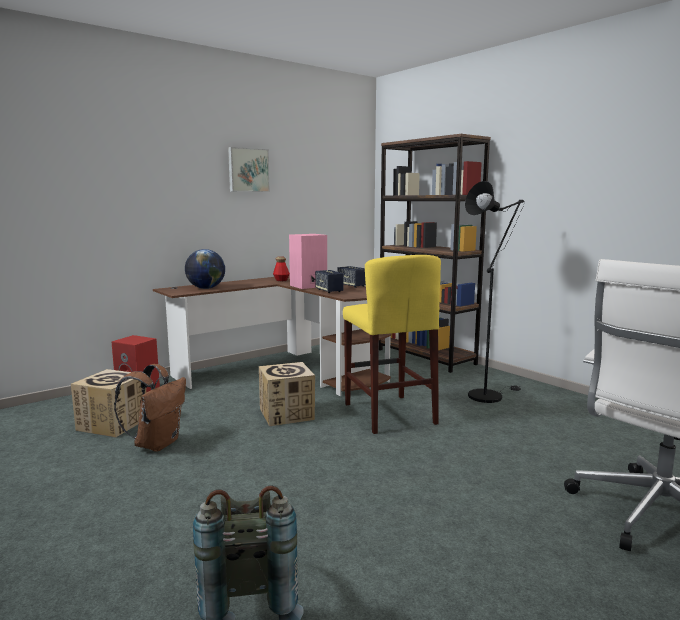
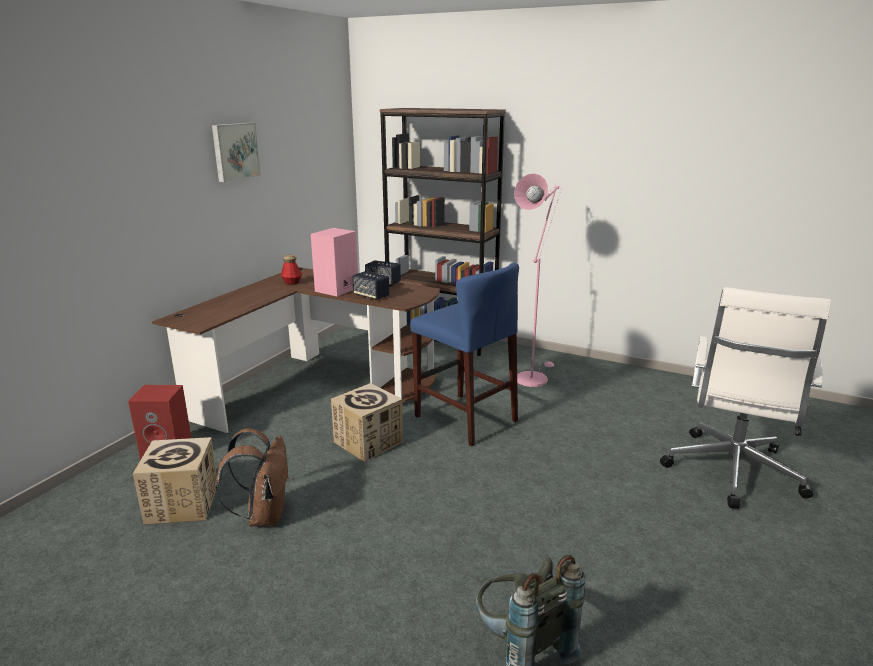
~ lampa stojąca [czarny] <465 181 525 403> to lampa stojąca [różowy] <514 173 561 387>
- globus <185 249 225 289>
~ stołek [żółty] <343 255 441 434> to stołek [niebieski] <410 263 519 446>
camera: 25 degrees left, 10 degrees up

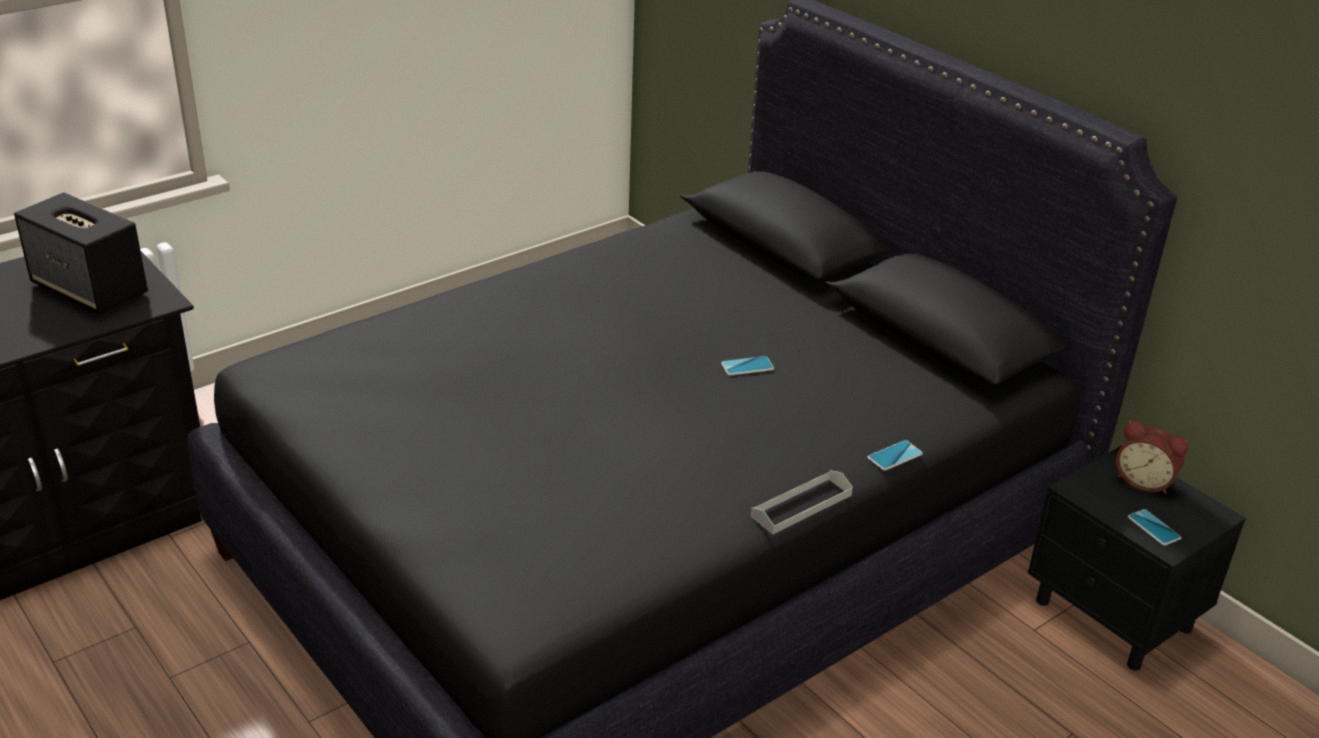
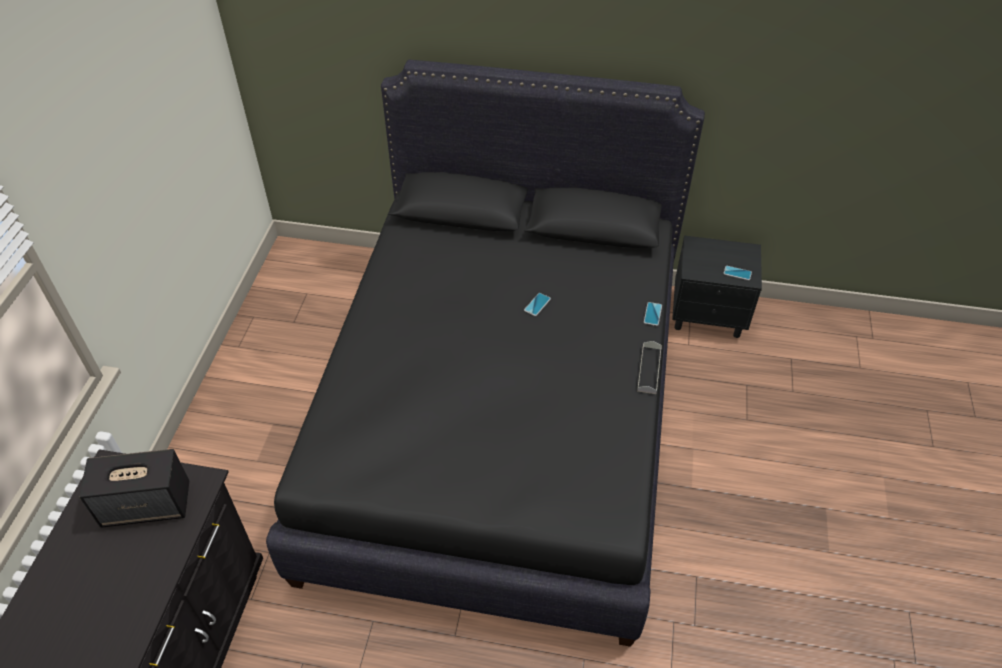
- budzik <1116 420 1189 494>
camera: 40 degrees left, 15 degrees up

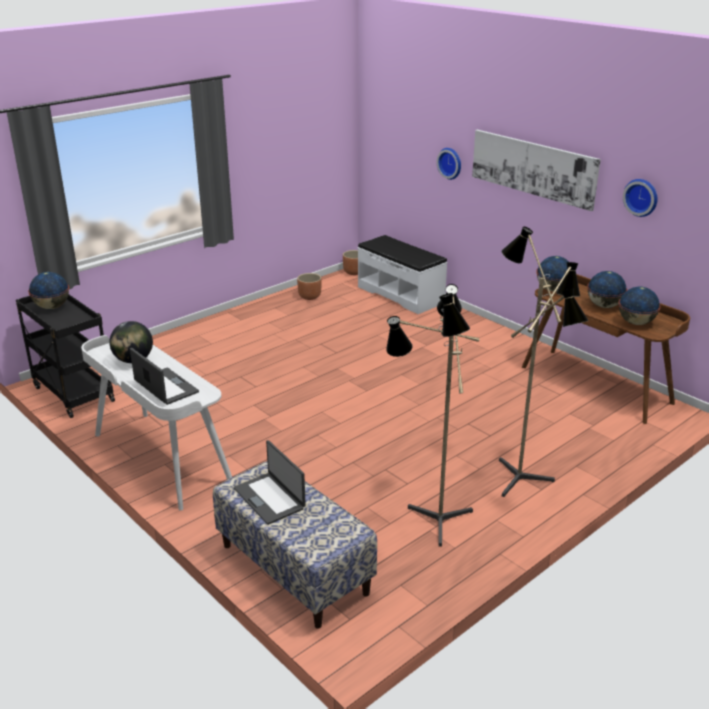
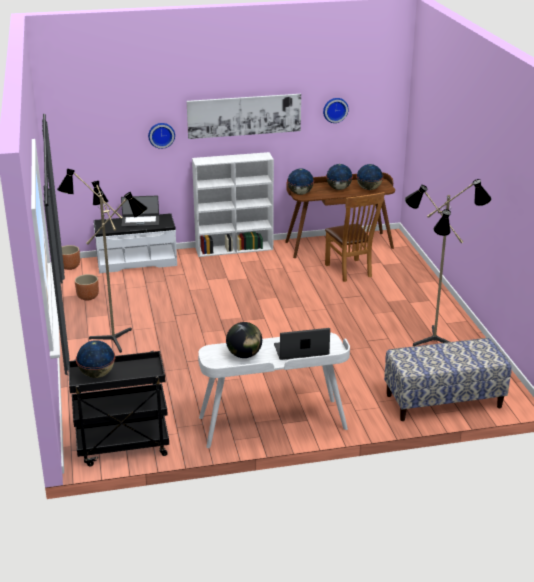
~ lampa stojąca <499 227 589 497> to <57 169 147 353>
~ laptop <234 440 306 525> to <121 196 159 227>
+ regał [biały] <192 152 274 257>
+ krzesło [brązowy] <325 192 385 282>
camera: 60 degrees left, 0 degrees up

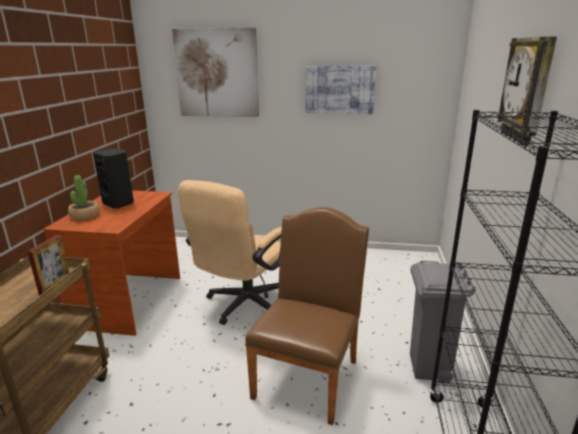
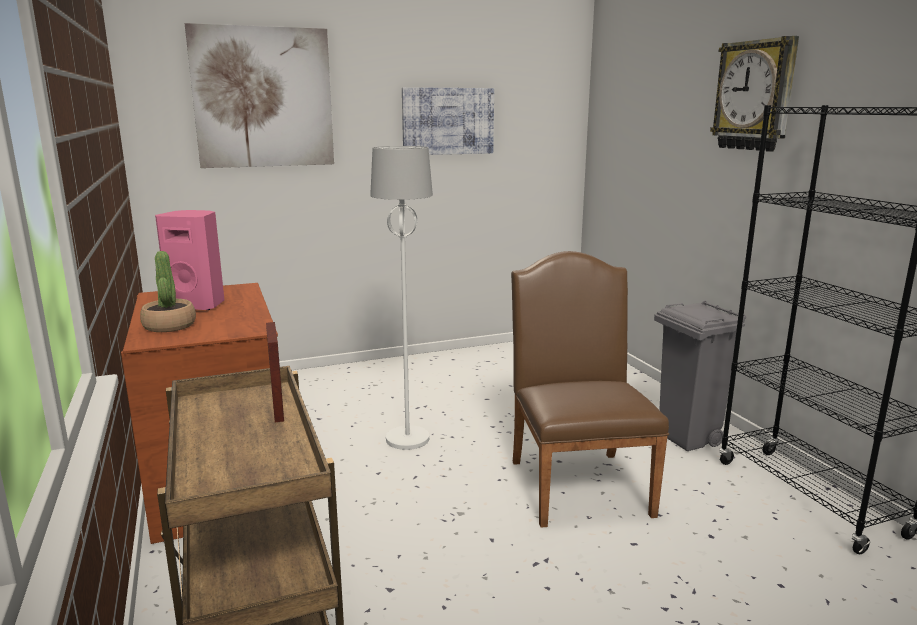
~ głośnik [czarny] <93 149 134 209> to głośnik [różowy] <155 210 224 310>
~ krzesło biurowe [beżowy] <178 180 282 325> to lampa stojąca [biały] <370 146 433 450>
camera: 30 degrees left, 5 degrees down

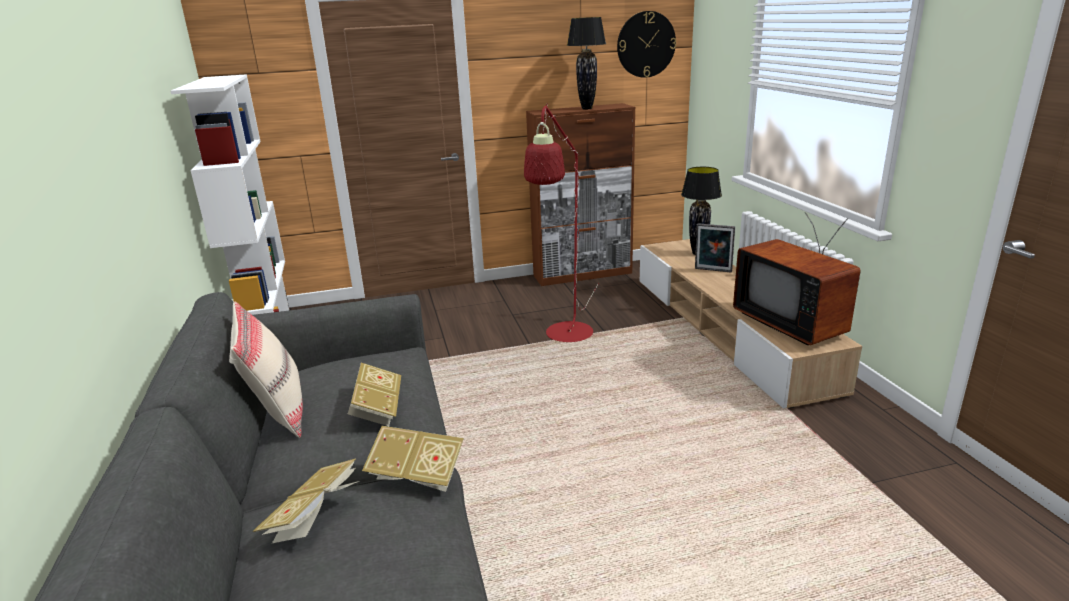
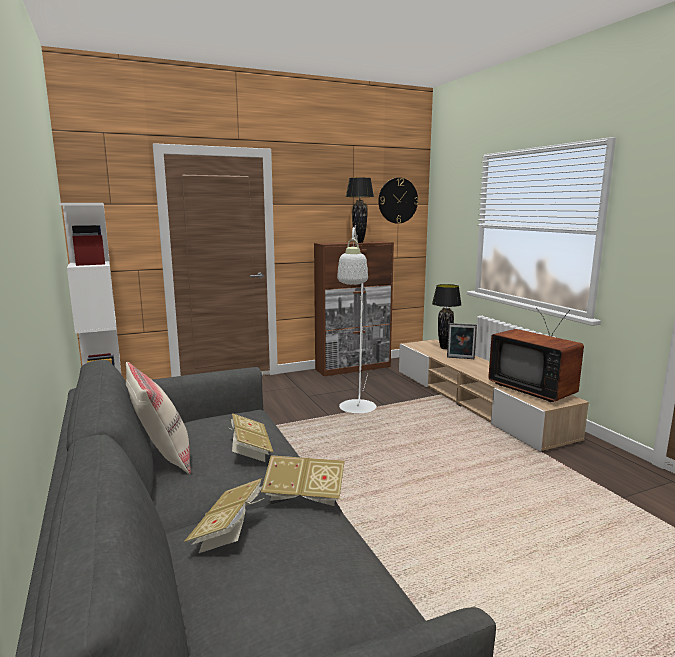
~ lampa stojąca [czerwony] <524 103 599 342> to lampa stojąca [biały] <337 225 376 413>
camera: 10 degrees left, 10 degrees down

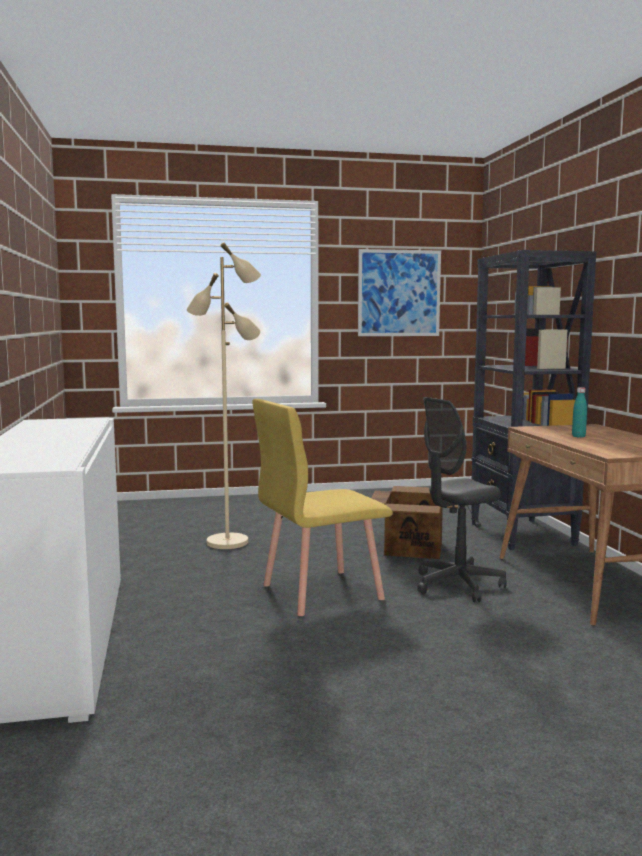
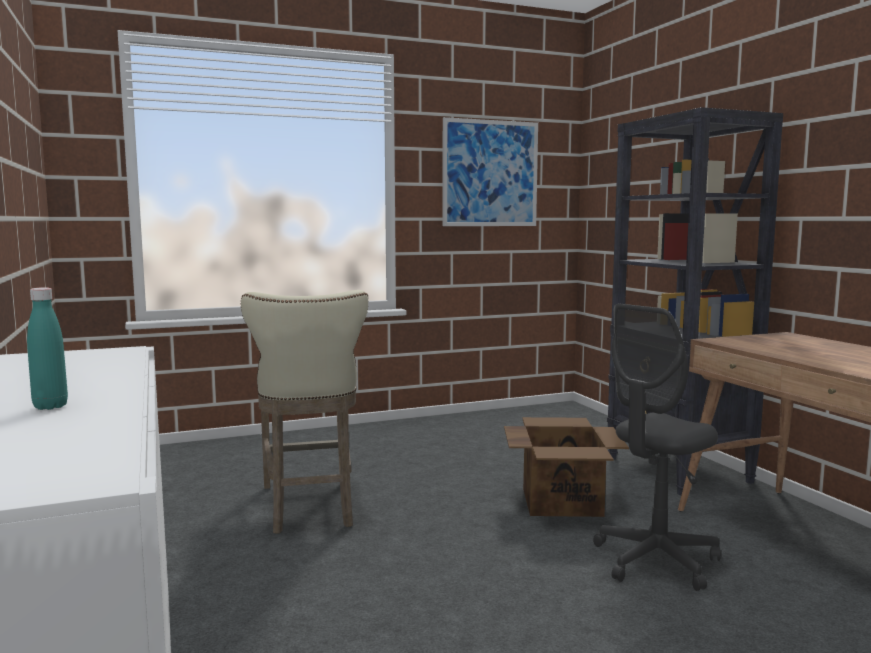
~ lampa stojąca [beżowy] <187 242 261 549> to stołek [beżowy] <241 290 368 534>
~ butelka [turkusowy] <572 387 587 438> to <27 287 68 410>
- krzesło [żółty] <253 399 393 616>
camera: 10 degrees left, 0 degrees up

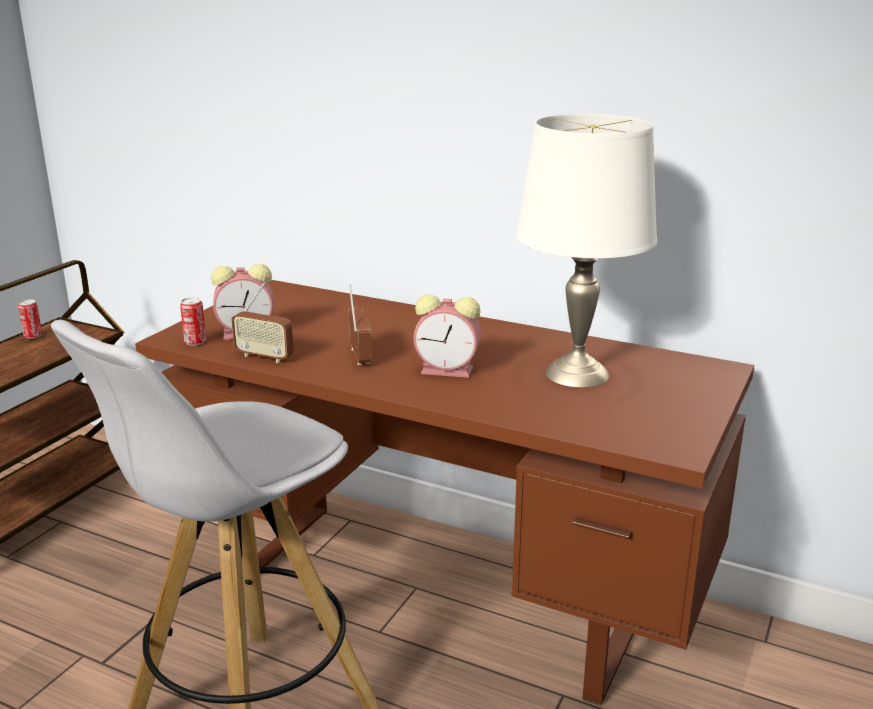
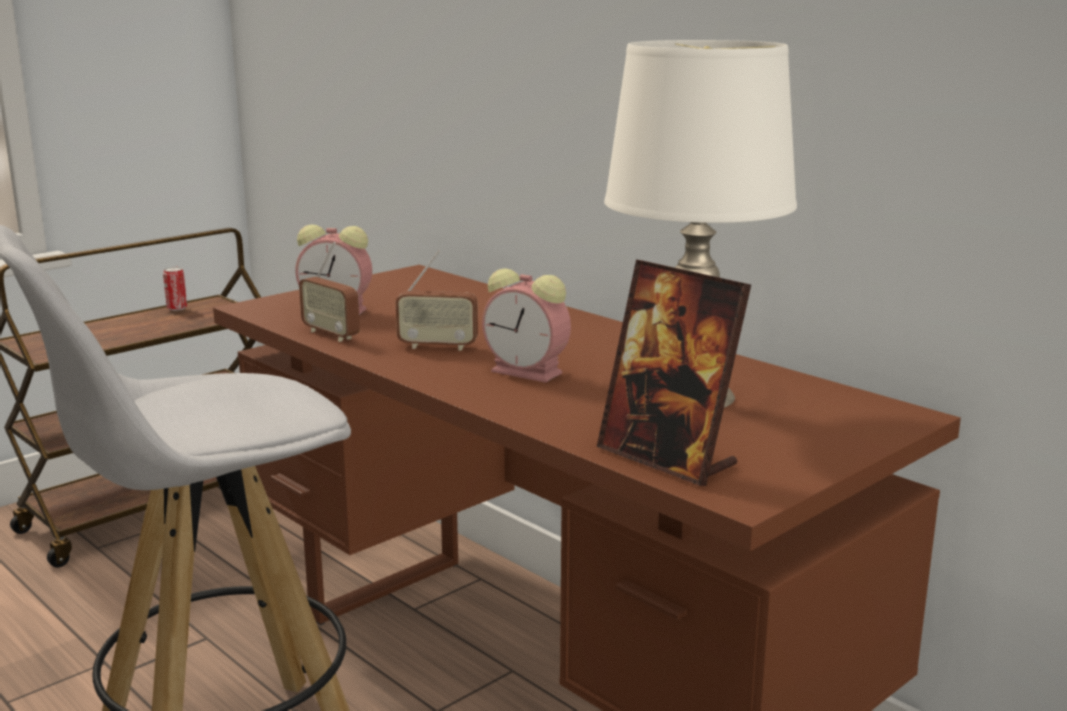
~ radio <349 285 372 365> = <396 250 478 351> 90 degrees clockwise
- puszka <180 297 206 346>
+ ramka na zdjęcie <597 260 751 486>
camera: 20 degrees right, 5 degrees down

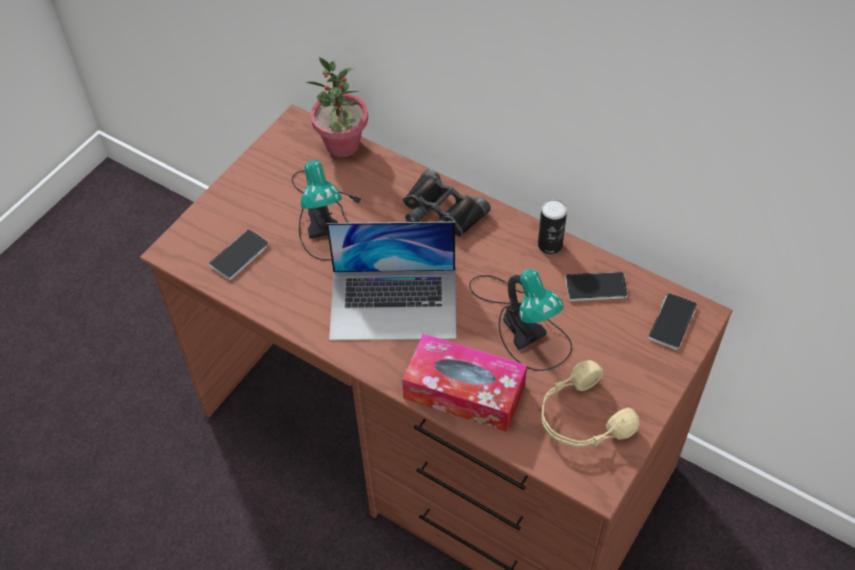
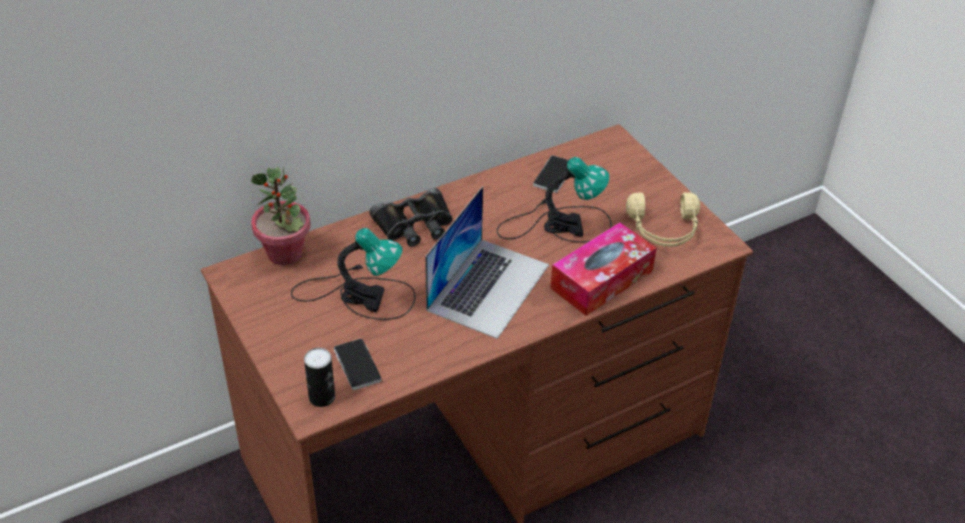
~ puszka <538 199 567 254> to <304 348 335 407>
- telefon <648 293 697 350>
camera: 65 degrees left, 10 degrees down

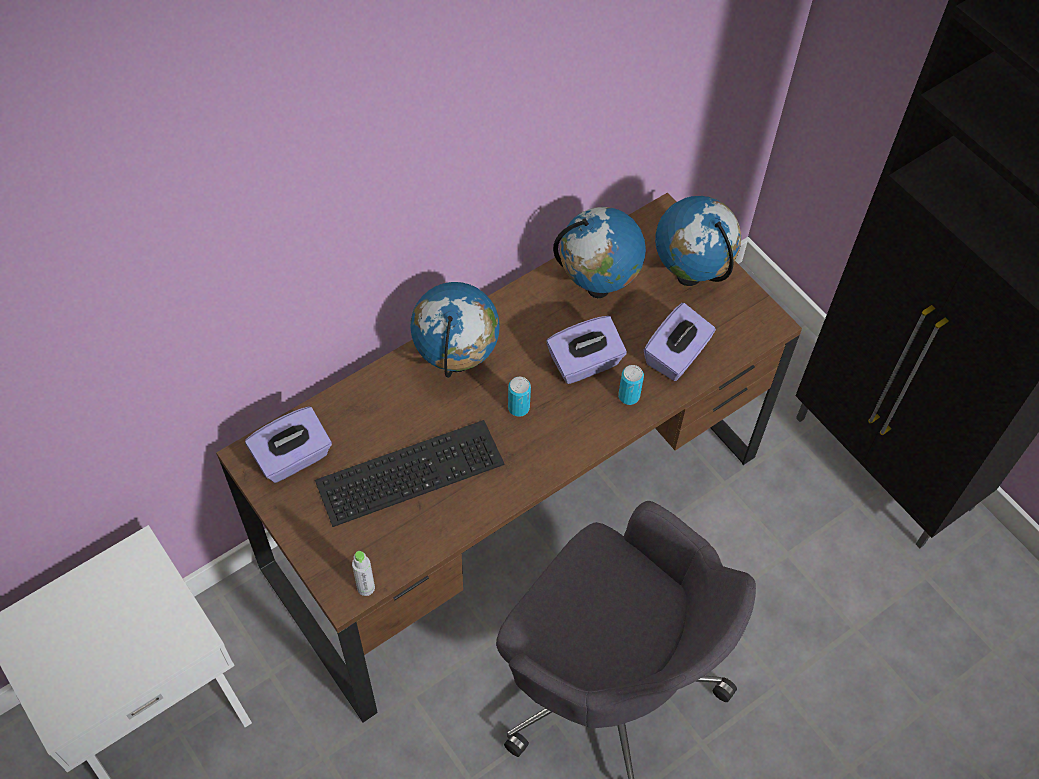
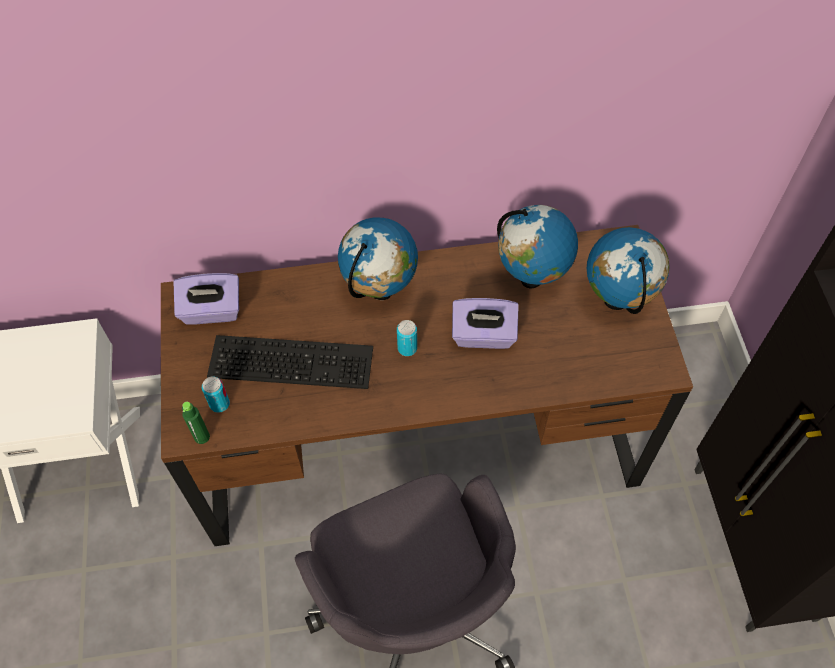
- pudełko chusteczek [fioletowy] <644 303 716 381>
~ puszka <618 365 644 405> to <202 376 230 413>
~ butelka [szary] <352 551 375 596> to butelka [zielony] <182 402 210 444>
camera: 30 degrees right, 0 degrees up

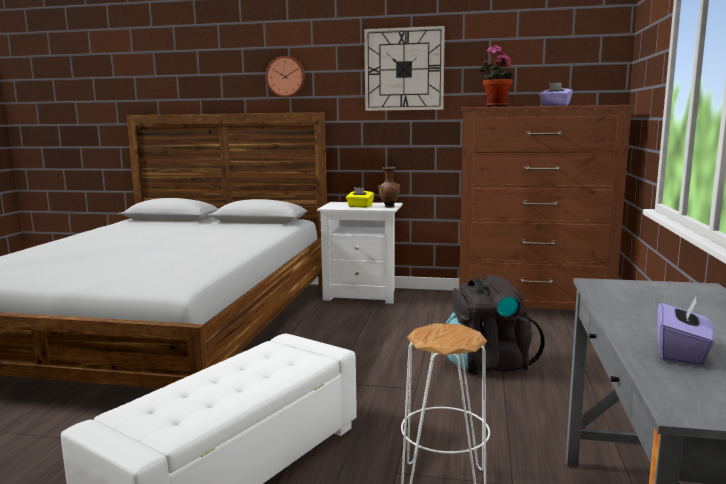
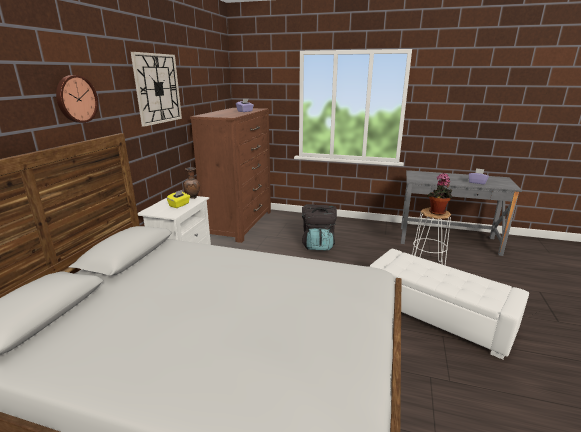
~ roślina doniczkowa <479 45 513 107> to <427 173 452 215>
camera: 85 degrees left, 10 degrees up

